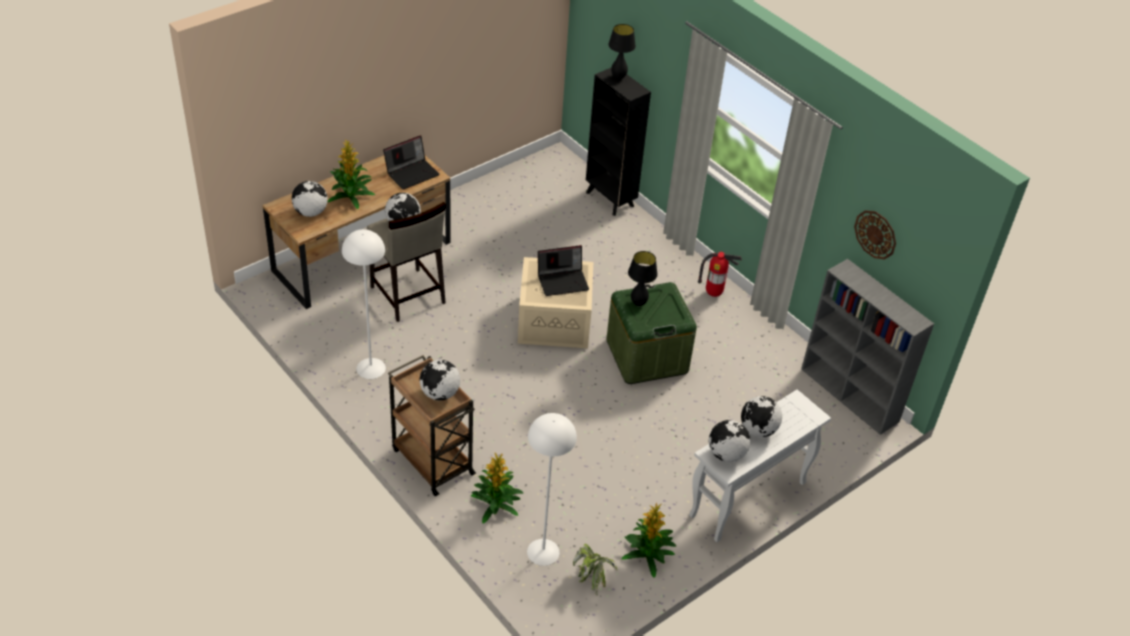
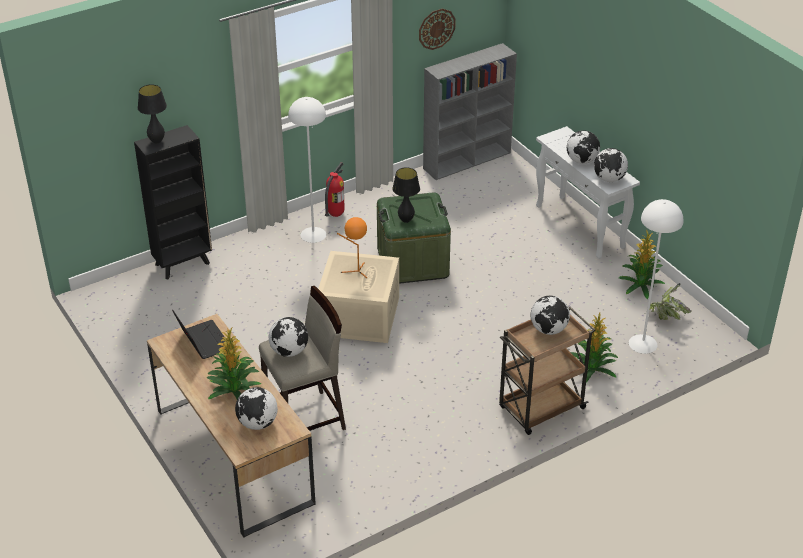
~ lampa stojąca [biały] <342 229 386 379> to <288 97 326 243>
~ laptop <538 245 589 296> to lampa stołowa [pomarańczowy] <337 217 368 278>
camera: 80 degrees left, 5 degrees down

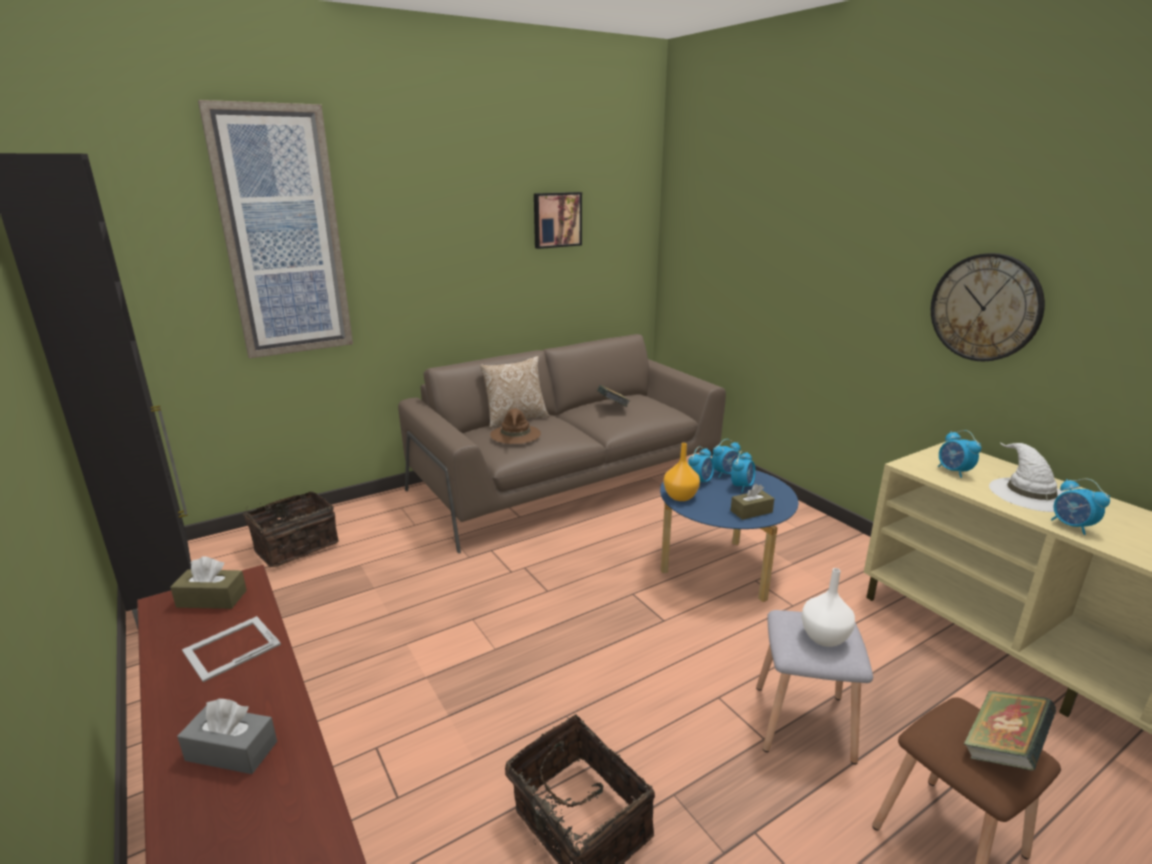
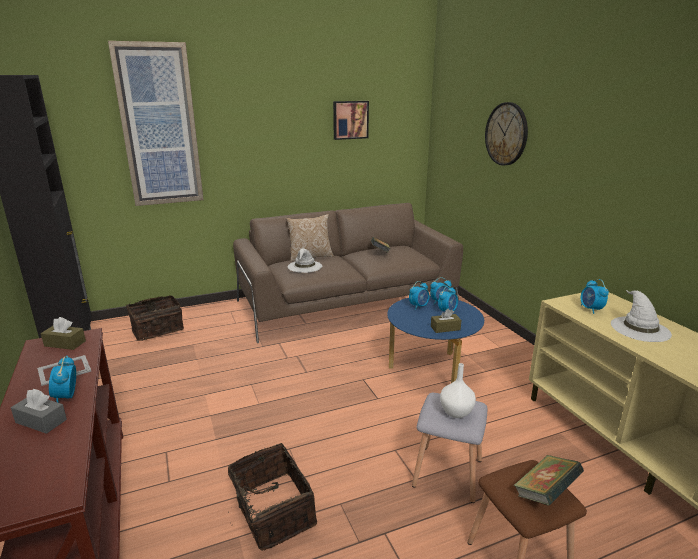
~ zegar ścienny <931 253 1045 361> to <485 102 528 166>
~ kapelusz [brązowy] <490 409 541 444> to kapelusz [biały] <288 249 322 273>
- wazon [pomarańczowy] <663 443 700 501>
~ budzik <1051 478 1110 535> to <49 356 76 403>
camera: 10 degrees right, 0 degrees up

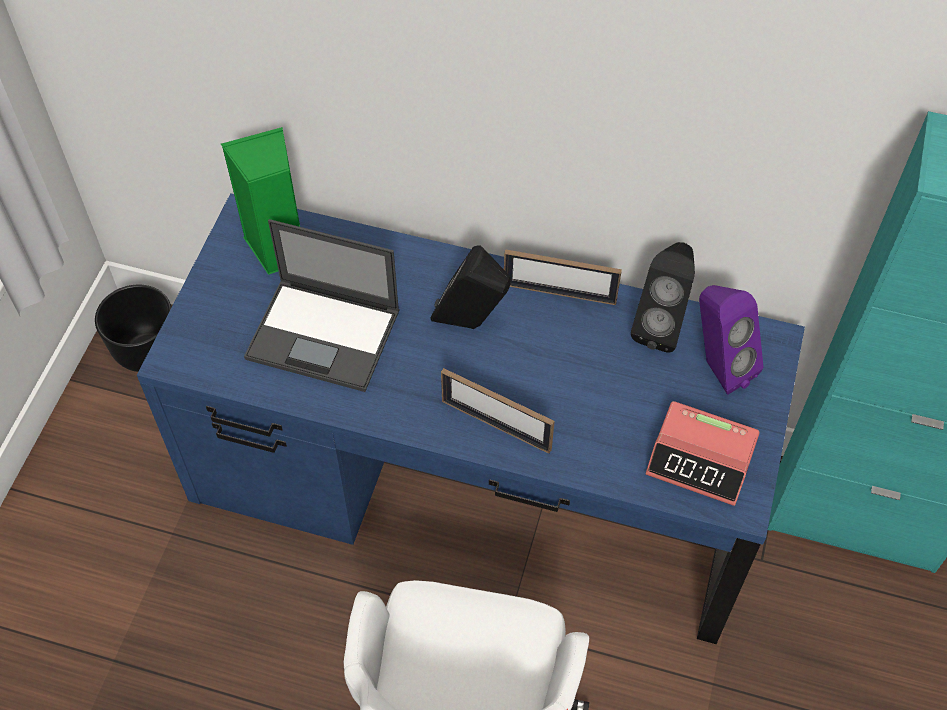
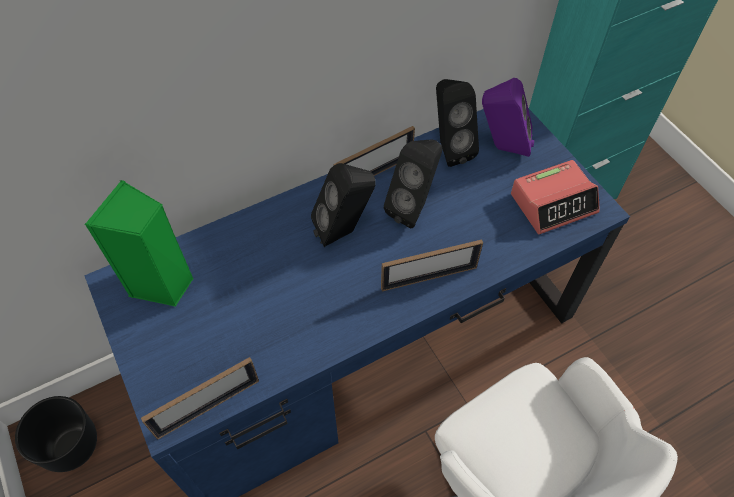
- laptop <244 219 399 392>
+ głośnik [czarny] <384 140 443 228>
+ ramka na zdjęcie <141 357 259 440>
camera: 45 degrees left, 0 degrees up

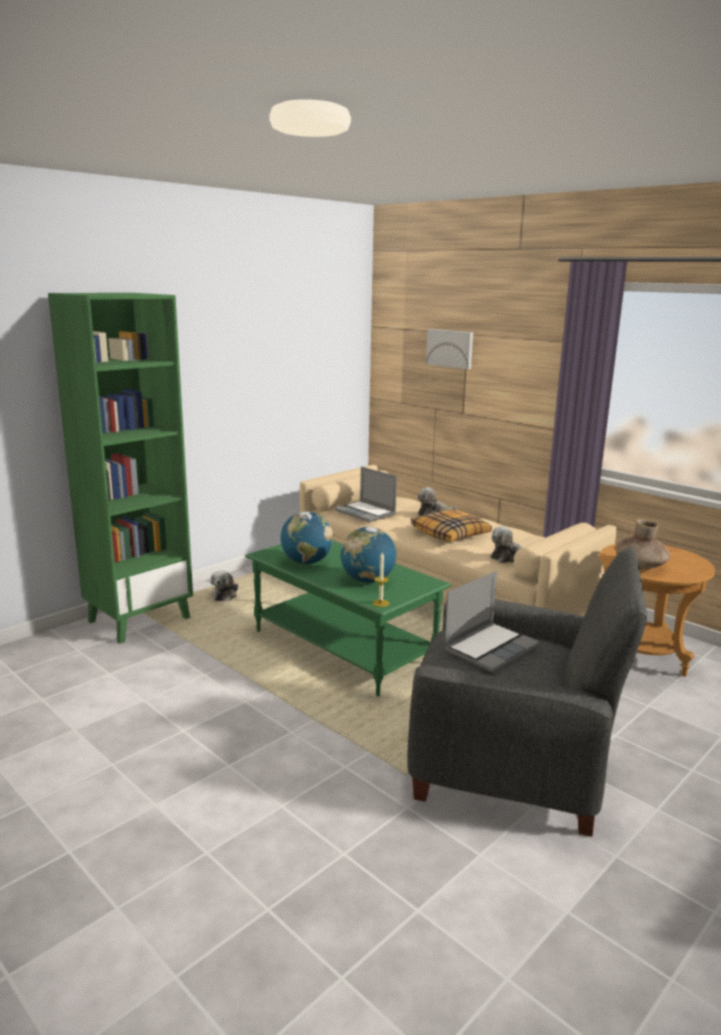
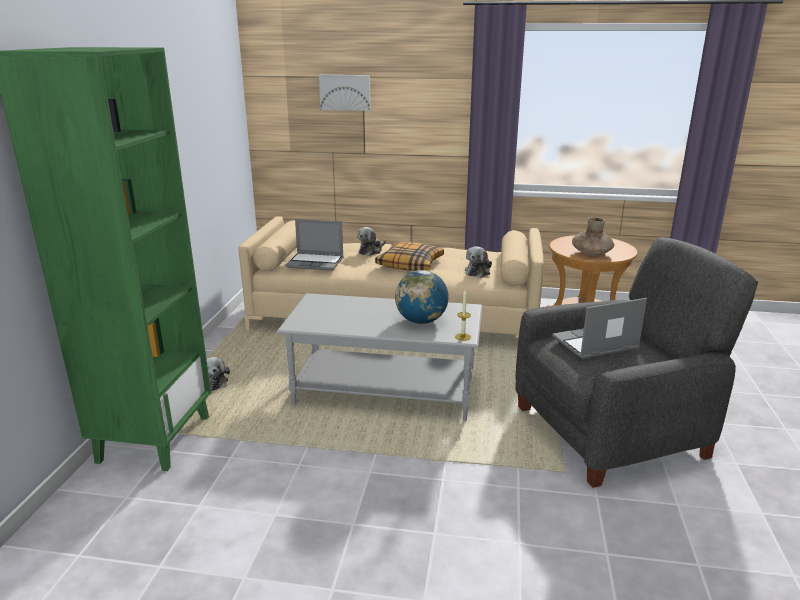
- globus <281 511 333 564>
~ ława [zielony] <245 541 452 696> to ława [szary] <276 293 483 421>
~ laptop <443 571 540 672> = <552 298 647 359> 120 degrees counterclockwise
camera: 35 degrees left, 5 degrees up

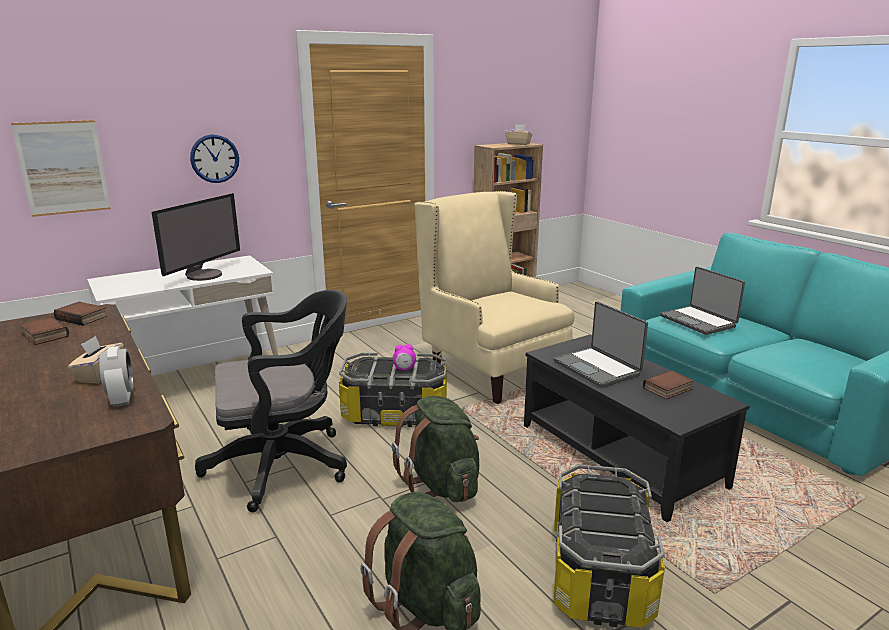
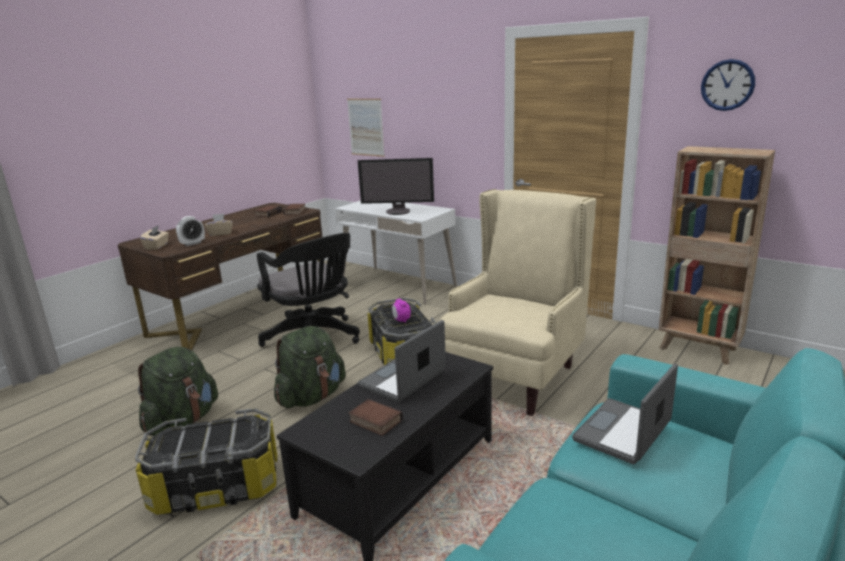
~ pudełko chusteczek [beżowy] <505 124 533 145> to <140 225 169 250>
~ zegar ścienny <190 134 239 183> to <701 59 755 111>
camera: 70 degrees right, 0 degrees up

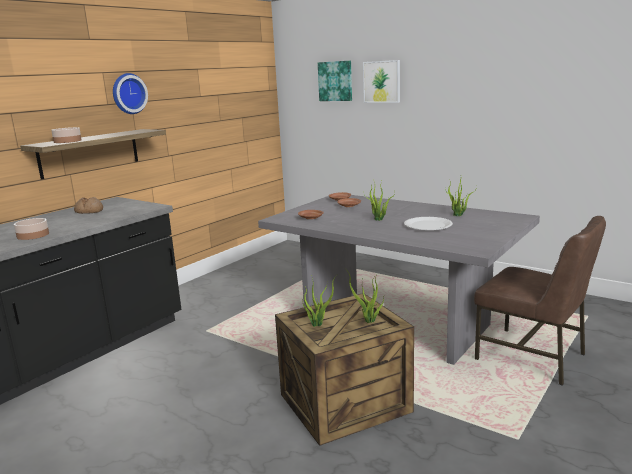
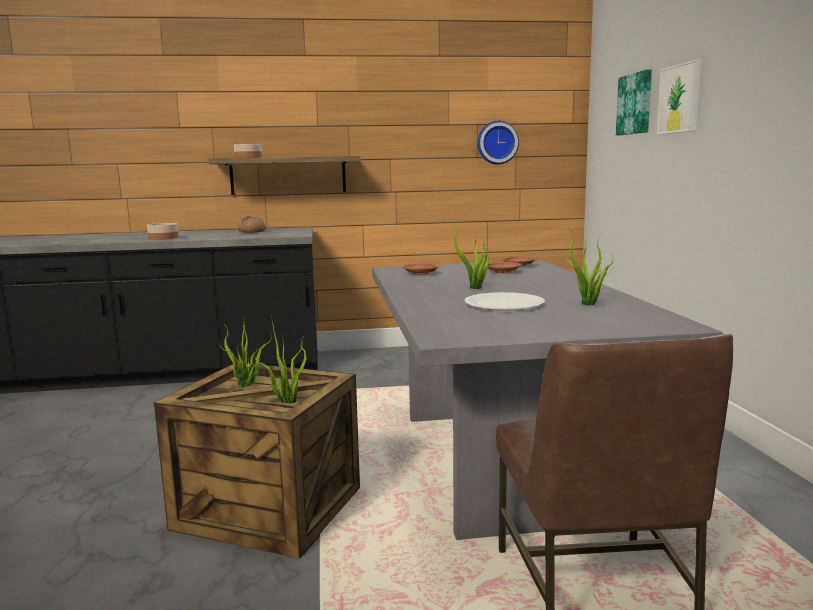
~ zegar ścienny <113 73 148 114> to <477 121 519 165>
camera: 45 degrees right, 5 degrees down

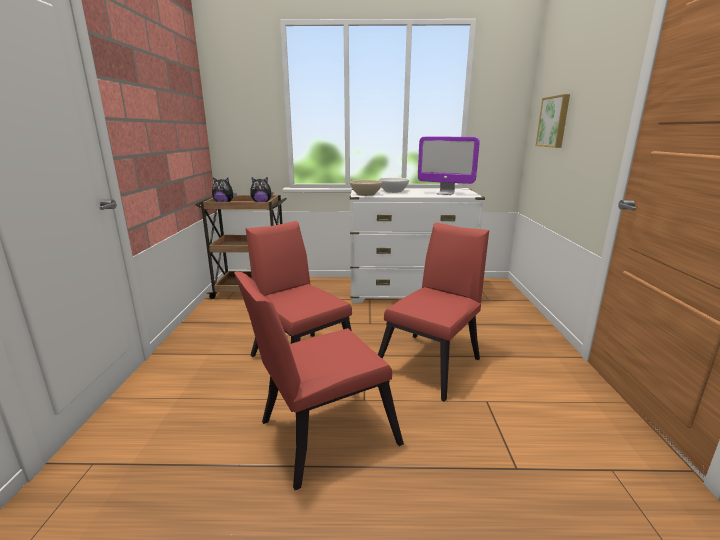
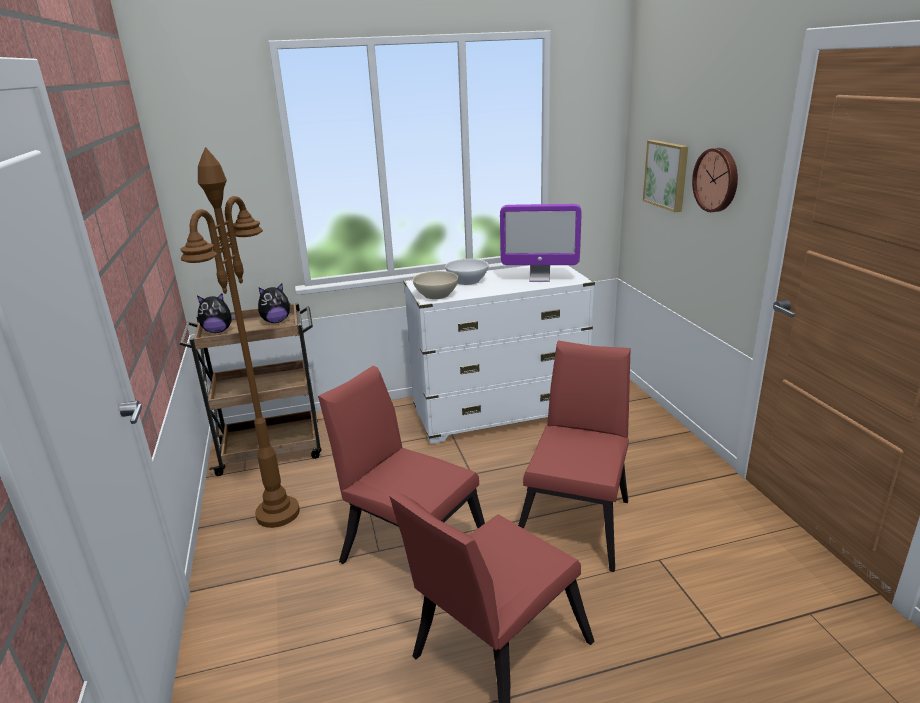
+ lampa stojąca [brązowy] <180 147 300 528>
+ zegar ścienny <692 148 738 212>
camera: 15 degrees left, 5 degrees up

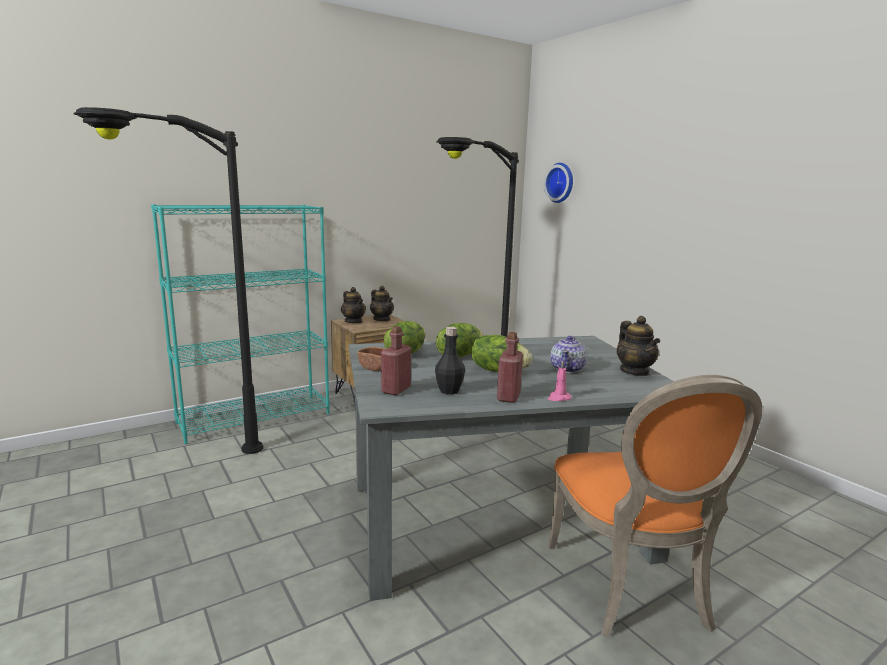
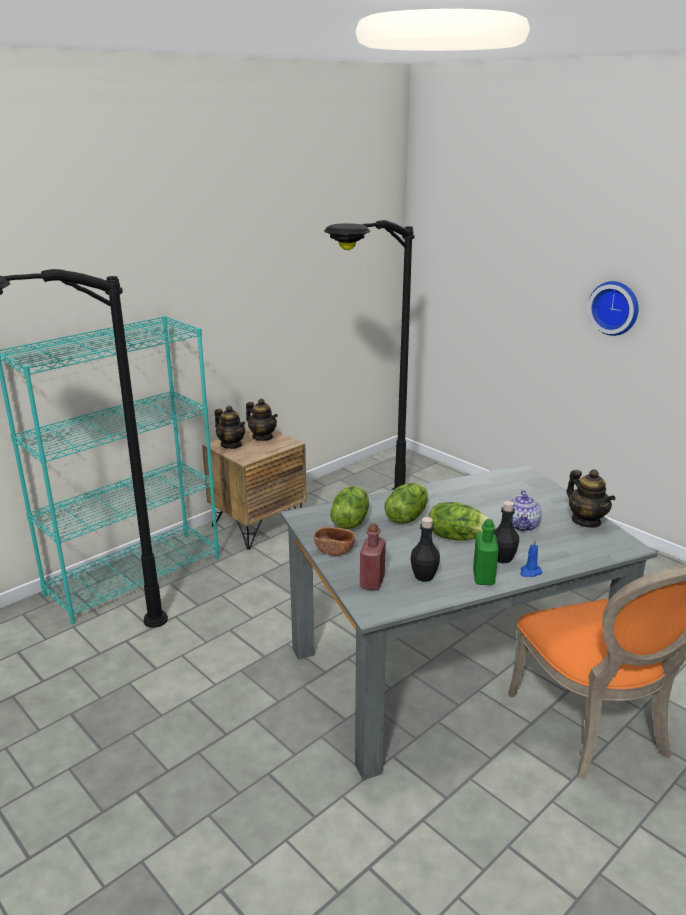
~ zegar ścienny <544 163 573 203> to <588 281 638 336>
~ butelka [czerwony] <497 332 523 403> to butelka [zielony] <473 519 499 585>
~ świeca [różowy] <548 361 571 401> to świeca [niebieski] <520 539 542 577>
+ butelka [czarny] <493 501 519 563>
camera: 10 degrees left, 10 degrees up

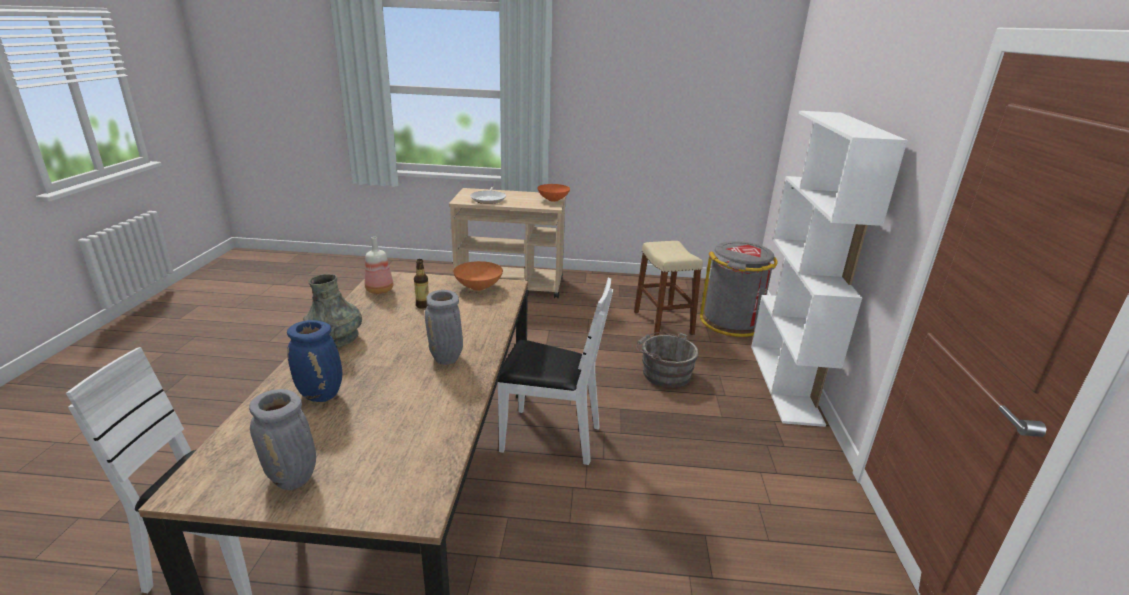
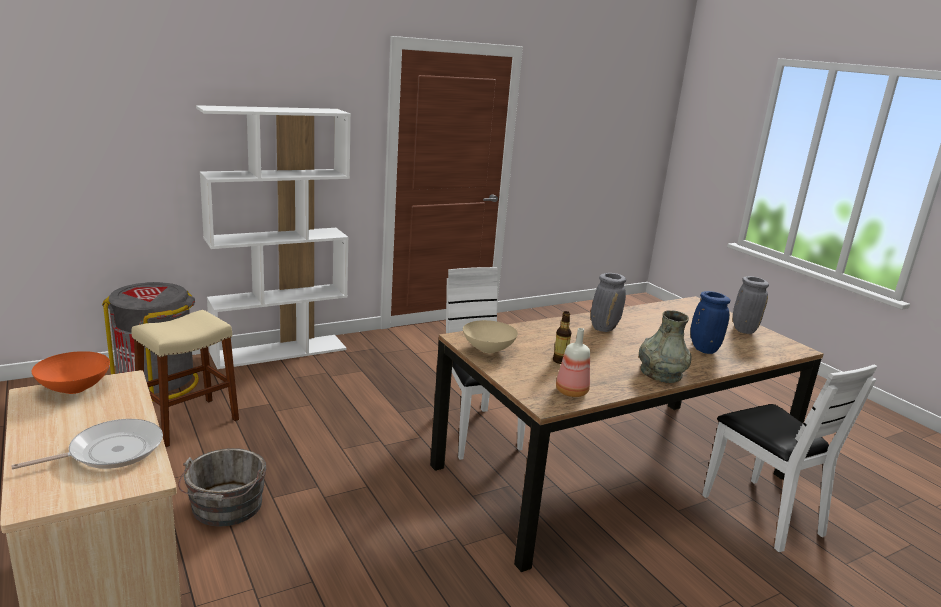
~ miska [pomarańczowy] <453 261 503 291> to miska [beżowy] <463 320 518 353>
~ wiadro [szary] <636 332 699 388> to <178 448 267 526>
camera: 125 degrees left, 5 degrees down

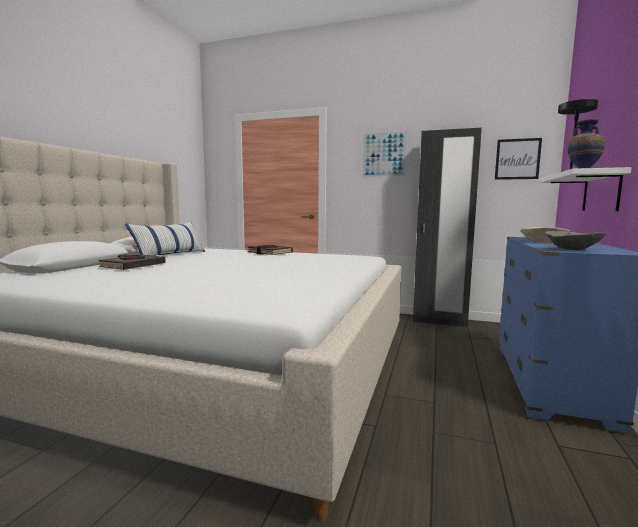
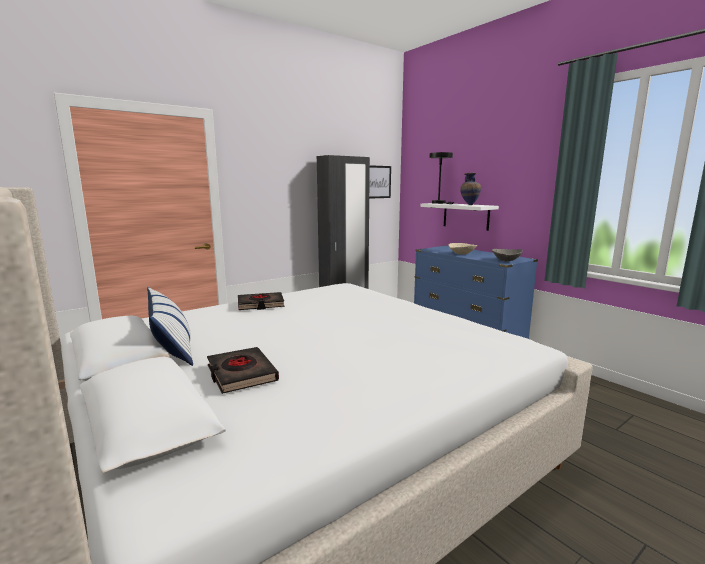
- obraz <361 130 408 178>
camera: 55 degrees left, 5 degrees up

